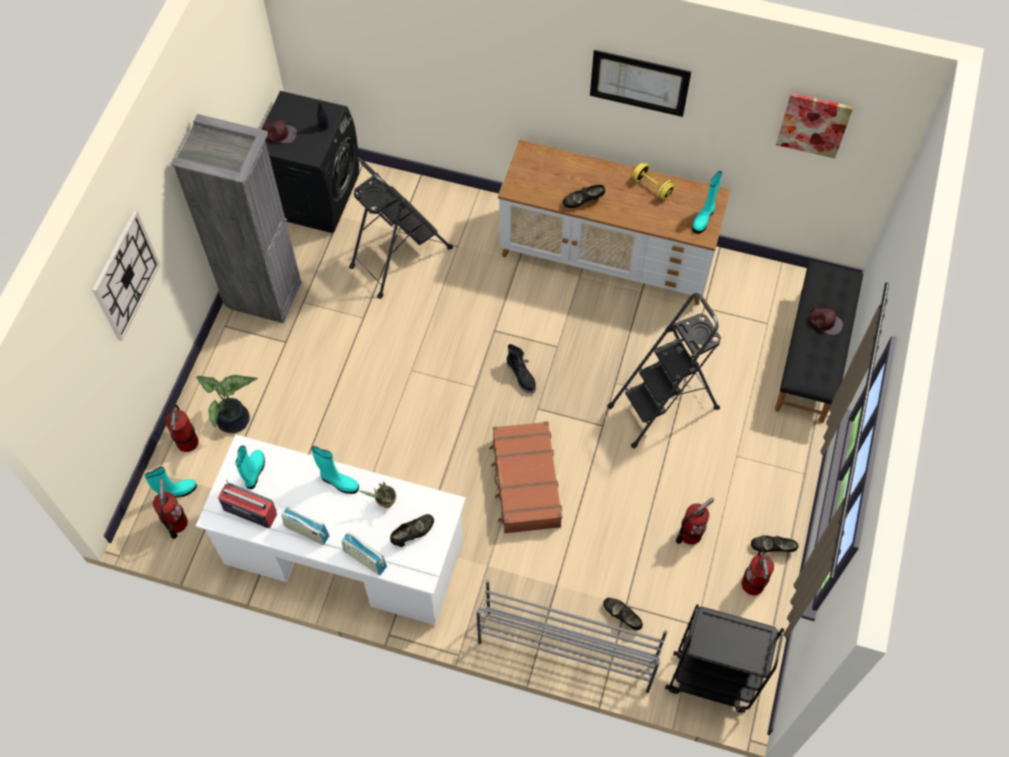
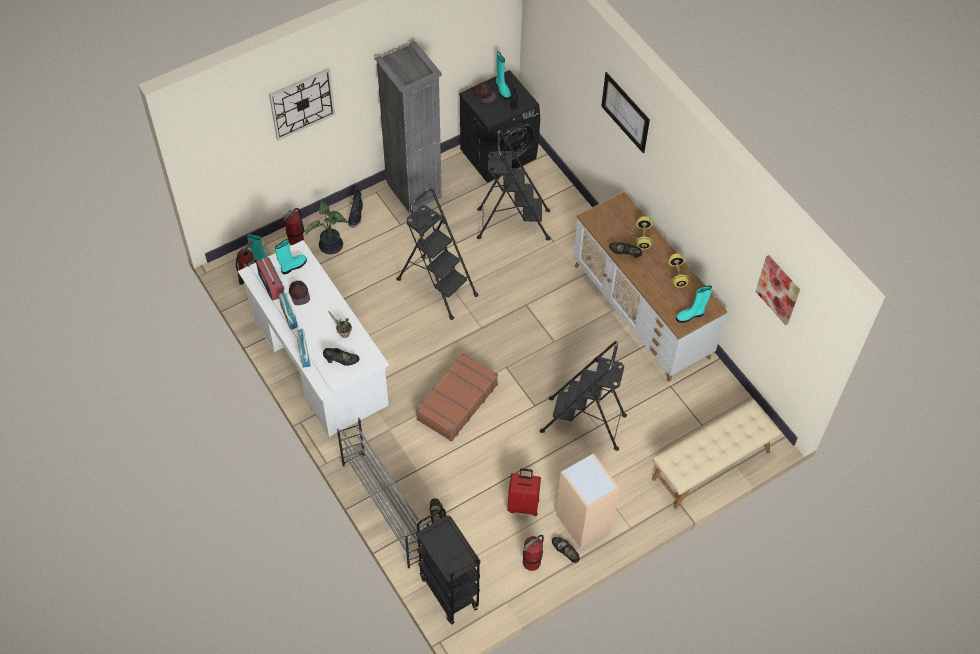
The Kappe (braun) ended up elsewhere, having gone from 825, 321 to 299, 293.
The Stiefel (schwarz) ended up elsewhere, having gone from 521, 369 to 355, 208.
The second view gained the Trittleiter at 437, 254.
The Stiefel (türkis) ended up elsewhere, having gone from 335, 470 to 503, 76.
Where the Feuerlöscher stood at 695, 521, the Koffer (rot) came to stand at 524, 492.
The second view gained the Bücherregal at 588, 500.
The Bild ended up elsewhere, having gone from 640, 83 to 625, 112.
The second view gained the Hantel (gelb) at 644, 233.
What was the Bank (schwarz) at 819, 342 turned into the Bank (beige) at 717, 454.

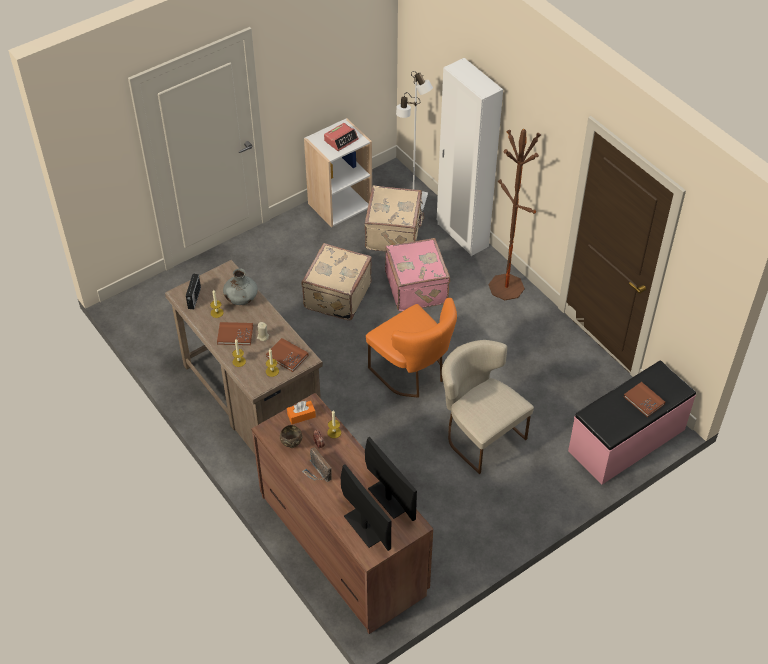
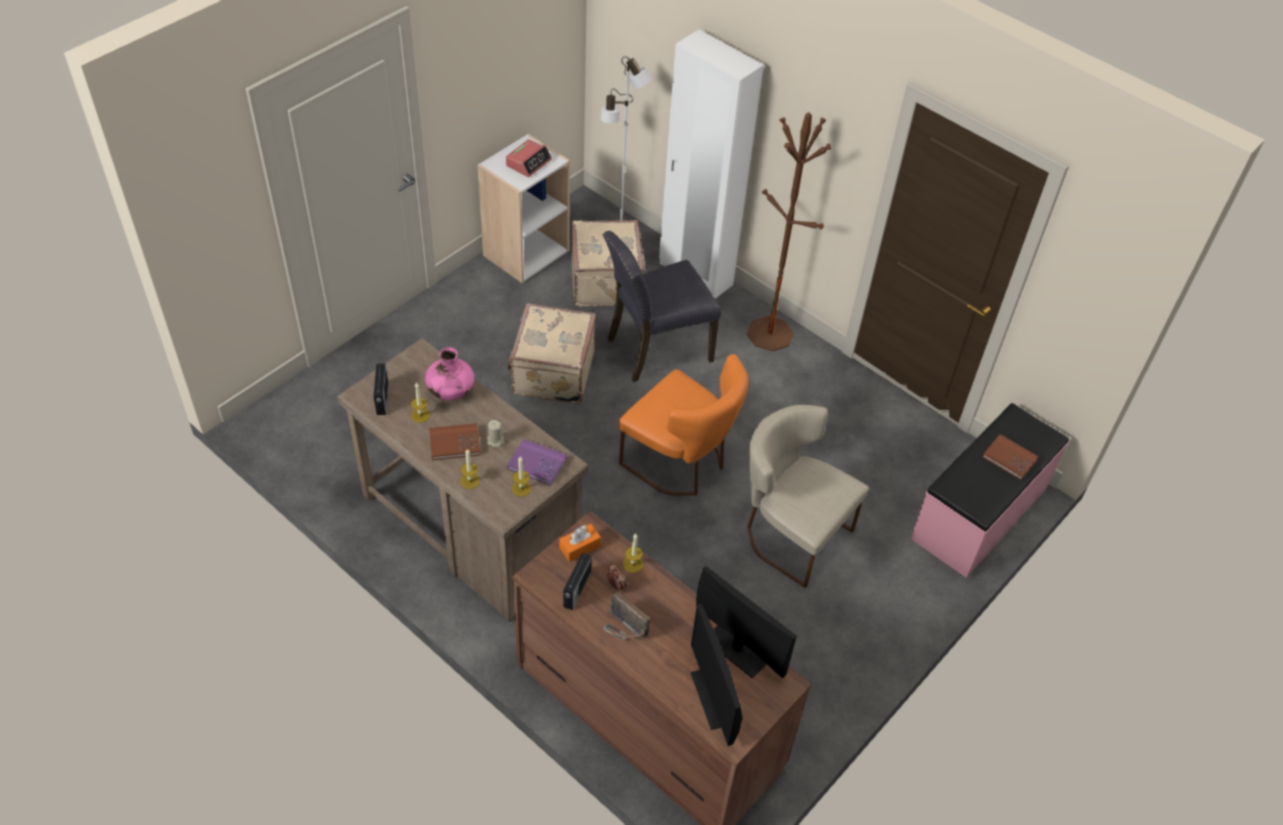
What was the Vase (grau) at 240, 286 turned into the Vase (rosa) at 450, 373.
What was the Buch (braun) at 287, 355 turned into the Buch (lila) at 537, 462.
Where the Schüssel (braun) stood at 291, 436, the Radio came to stand at 577, 581.
Where the Koffer (rosa) stood at 417, 275, the Stuhl (grau) came to stand at 662, 306.
The Monitor at 366, 507 ended up facing another way, 150 degrees counterclockwise from before.

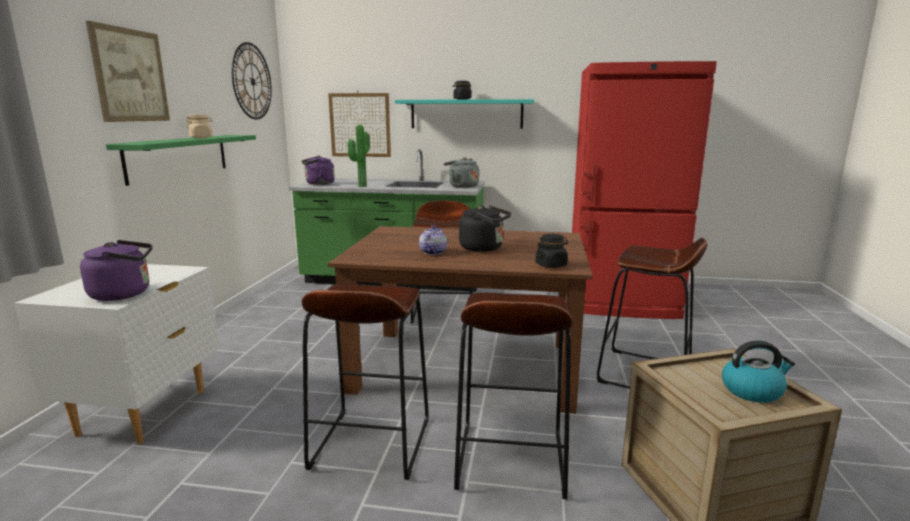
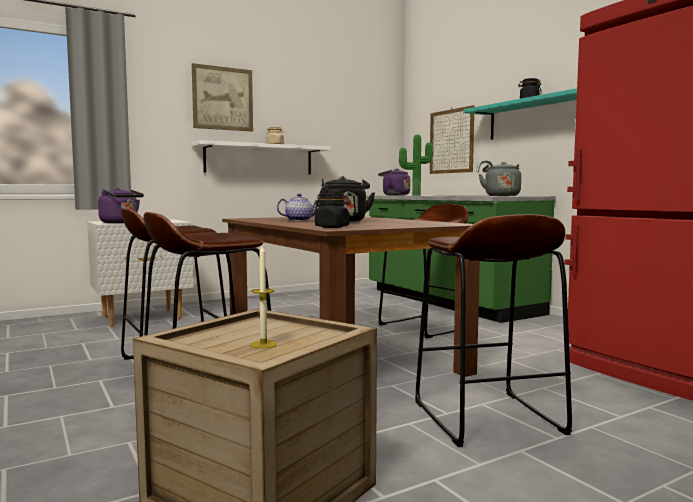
What was the Wandregal (grün) at 181, 160 turned into the Wandregal (weiß) at 261, 157.
Where the Wasserkessel stood at 758, 371, the Kerze came to stand at 263, 297.
The second view lost the Wanduhr at 252, 81.

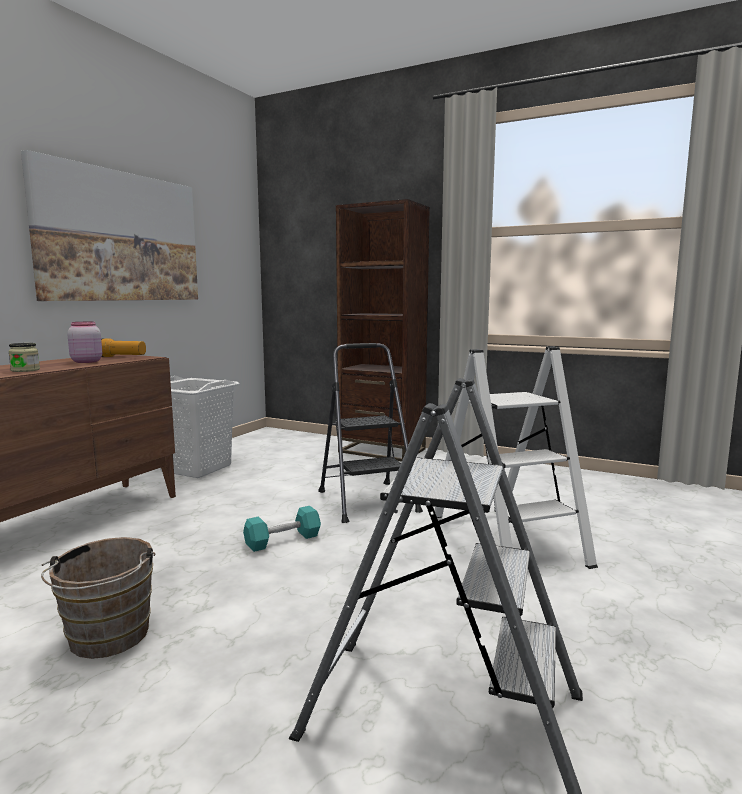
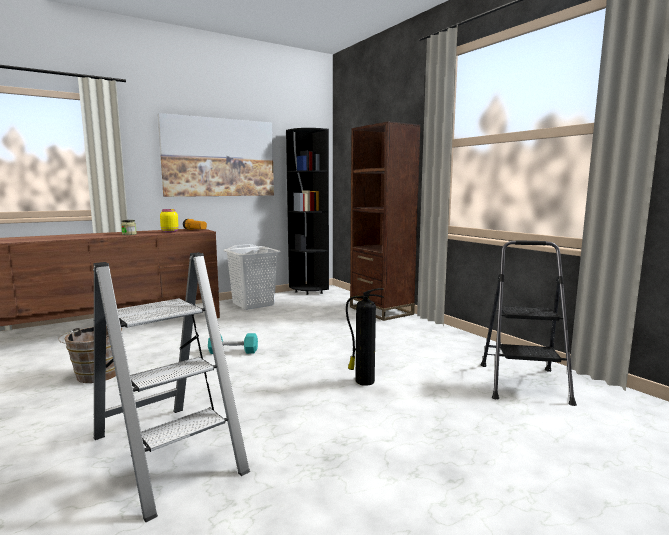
What was the Vorratsglas (rosa) at 84, 342 turned into the Vorratsglas (gelb) at 169, 221.
The second view gained the Bücherregal (schwarz) at 307, 211.
Where the Trittleiter (weiß) stood at 516, 458, the Feuerlöscher came to stand at 365, 337.
The Trittleiter (schwarz) ended up elsewhere, having gone from 370, 433 to 529, 323.

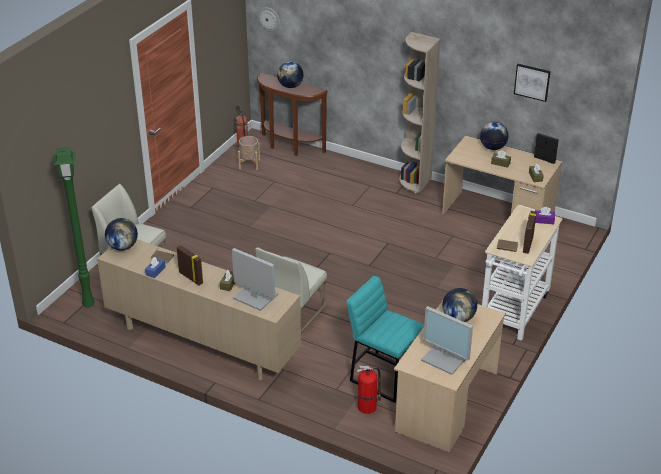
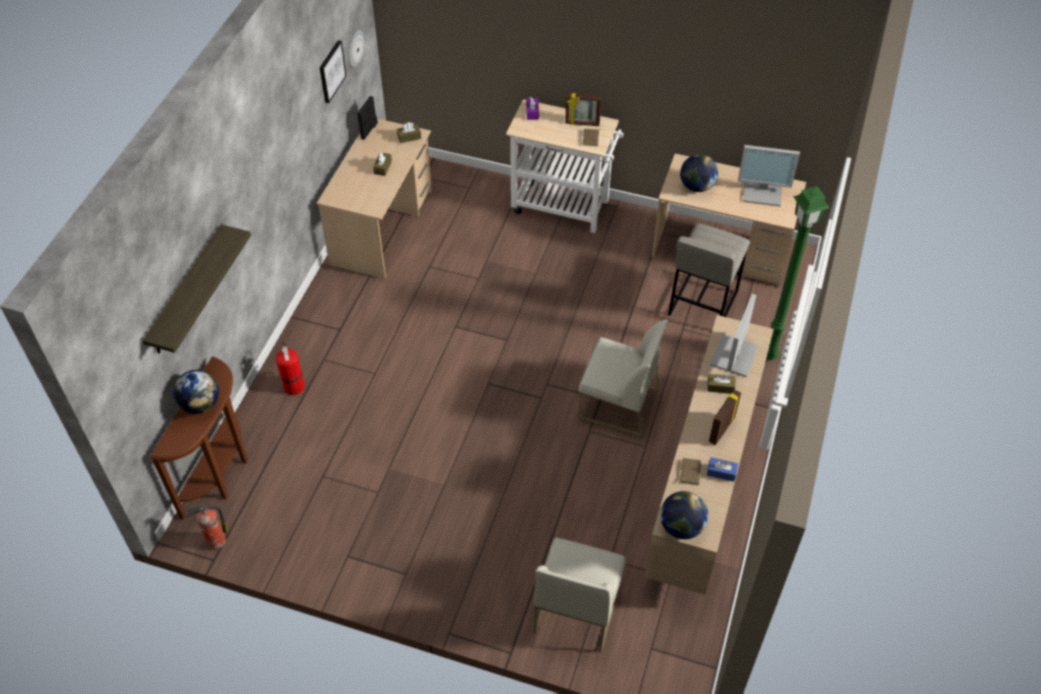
The second view gained the Wandregal at 196, 288.
The Feuerlöscher ended up elsewhere, having gone from 369, 389 to 290, 368.
The Wanduhr ended up elsewhere, having gone from 268, 19 to 356, 49.
What was the Stuhl (türkis) at 385, 339 turned into the Stuhl (grau) at 709, 270.
The Monitor at 447, 340 ended up facing another way, 75 degrees clockwise from before.
The Stehlampe (grün) ended up elsewhere, having gone from 74, 227 to 798, 273.
The second view lost the Pflanzkübel (beige) at 249, 153.
The second view lost the Bücherregal (beige) at 419, 112.
The second view lost the Globus at 494, 136.

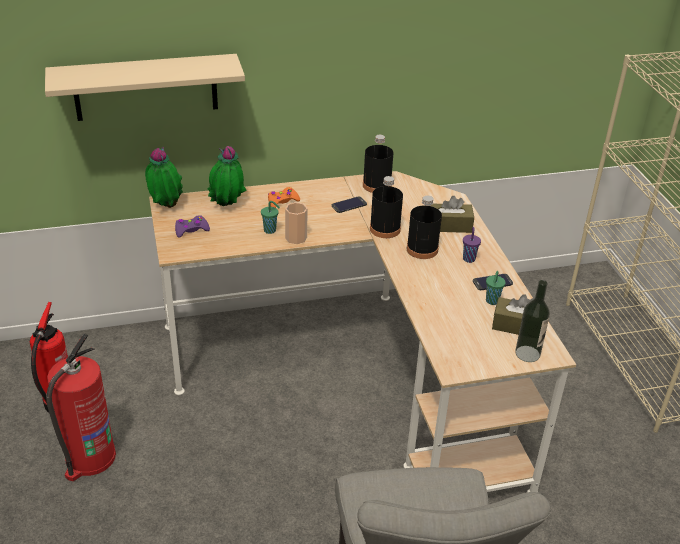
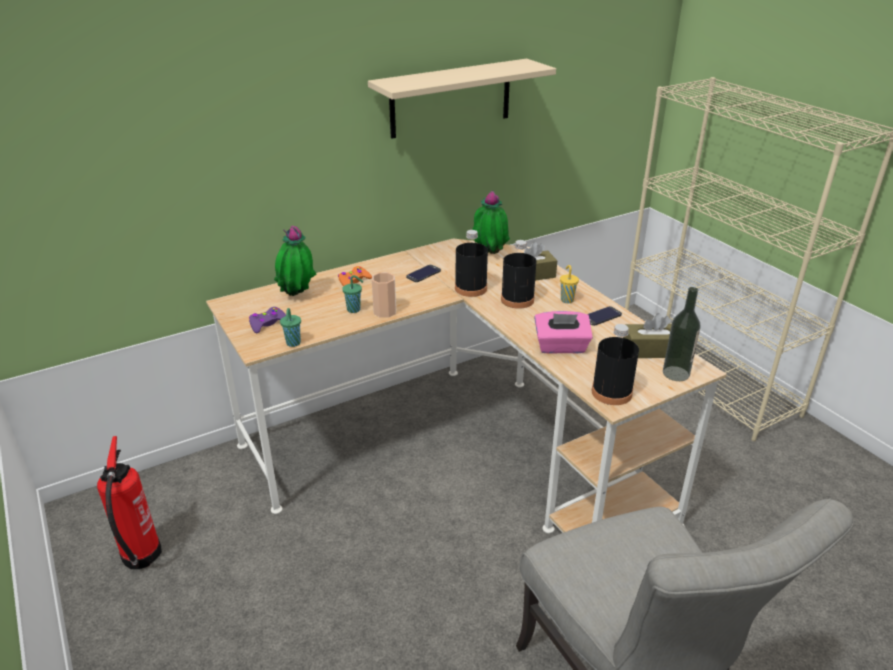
The Tasse (grün) ended up elsewhere, having gone from 496, 288 to 290, 327.
The Wandregal (beige) ended up elsewhere, having gone from 145, 87 to 462, 99.
The Topfpflanze ended up elsewhere, having gone from 164, 177 to 491, 222.
The second view gained the Taschentuchbox (rosa) at 563, 332.
What was the Tasse (lila) at 472, 245 turned into the Tasse (gelb) at 569, 284.
The Flasche (schwarz) ended up elsewhere, having gone from 378, 164 to 615, 364.
The second view lost the Feuerlöscher at 81, 407.

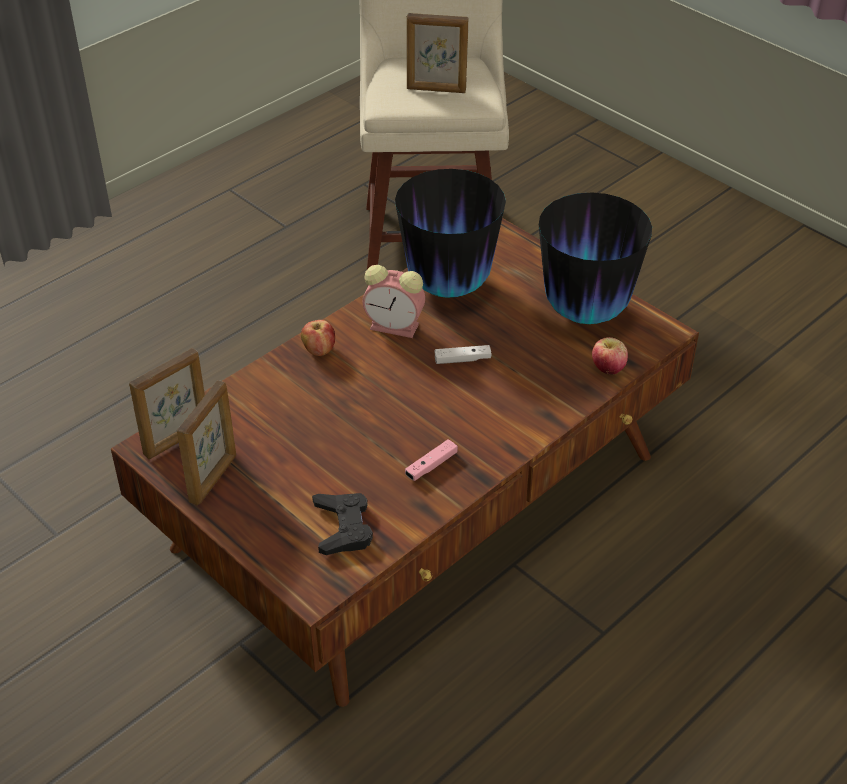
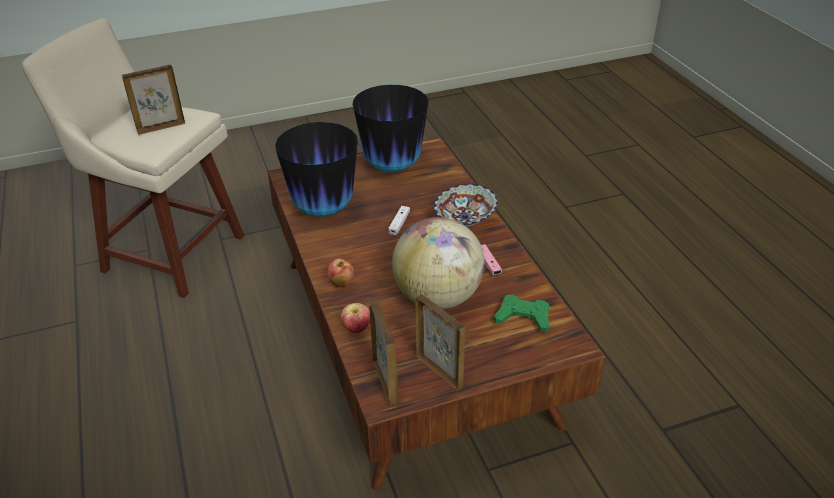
The Bilderrahmen at 437, 53 ended up facing another way, 150 degrees counterclockwise from before.
The Apfel ended up elsewhere, having gone from 610, 356 to 355, 318.
The second view gained the Globus at 438, 263.
The second view gained the Schüssel at 465, 205.
What was the Gamepad (schwarz) at 342, 524 turned into the Gamepad (grün) at 522, 314.
The second view lost the Wecker at 394, 301.

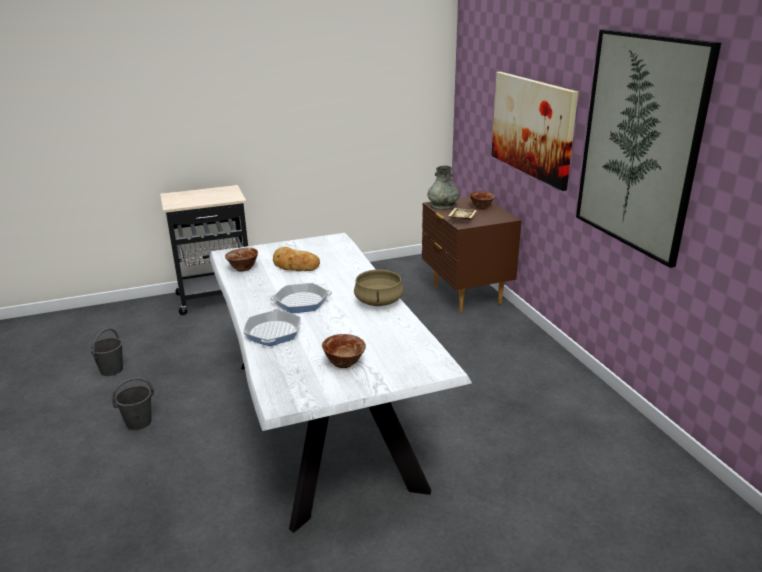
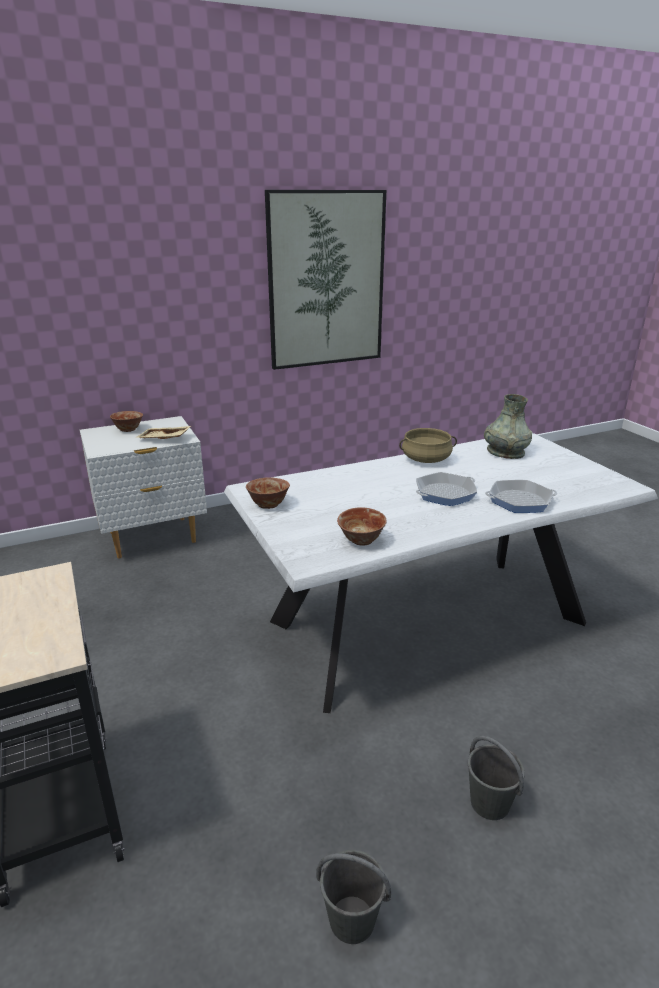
What was the Nachttisch (braun) at 472, 254 turned into the Nachttisch (weiß) at 143, 487.
The Schüssel ended up elsewhere, having gone from 344, 351 to 268, 493.
The Pfanne at 301, 298 ended up facing another way, 75 degrees clockwise from before.
The Vase (grau) ended up elsewhere, having gone from 443, 188 to 508, 426.
The second view lost the Brot at 296, 259.
The second view lost the Bild at 534, 131.

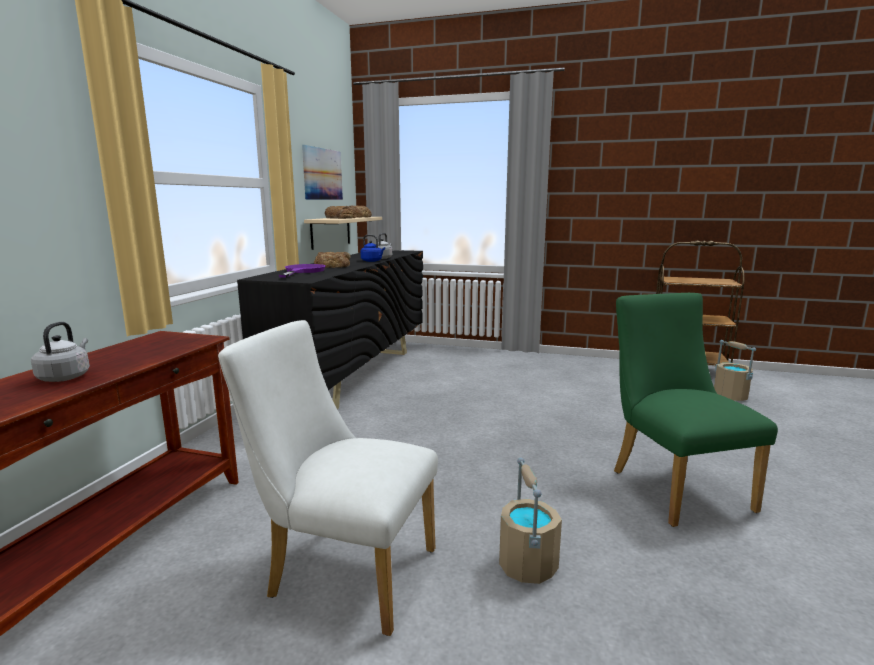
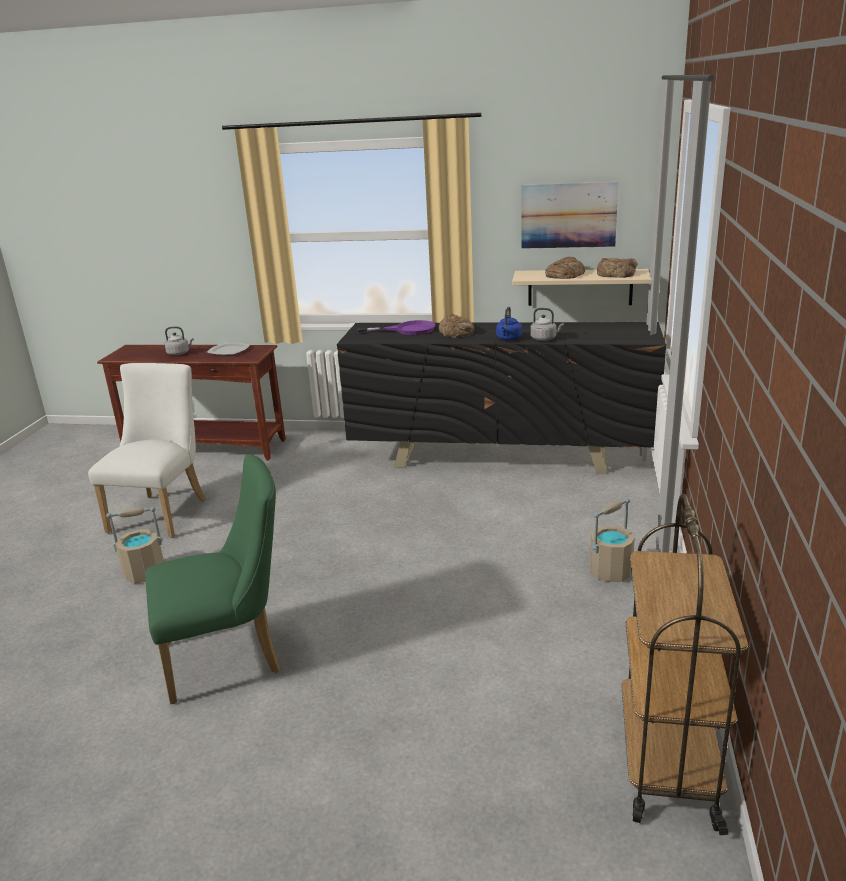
The second view gained the Teller at 228, 349.
The Eimer (beige) ended up elsewhere, having gone from 735, 370 to 612, 540.

